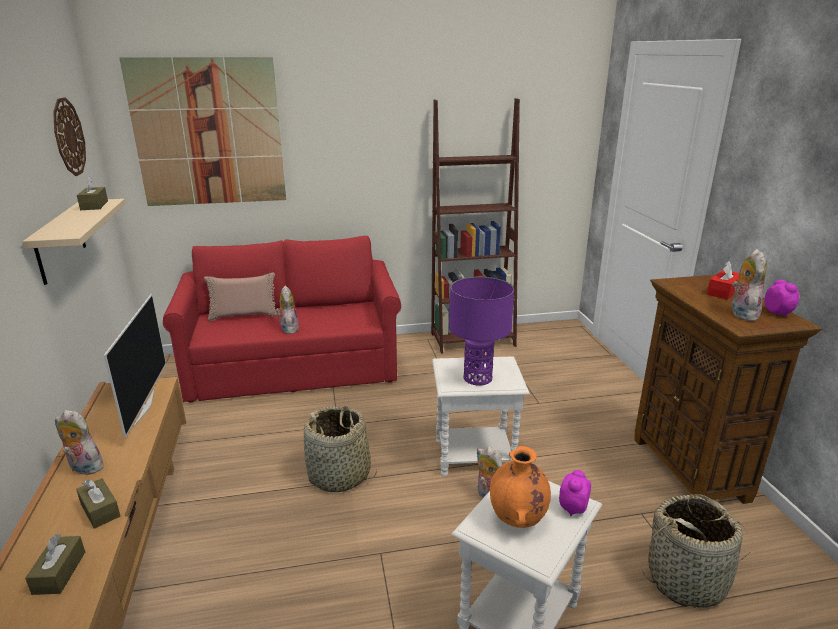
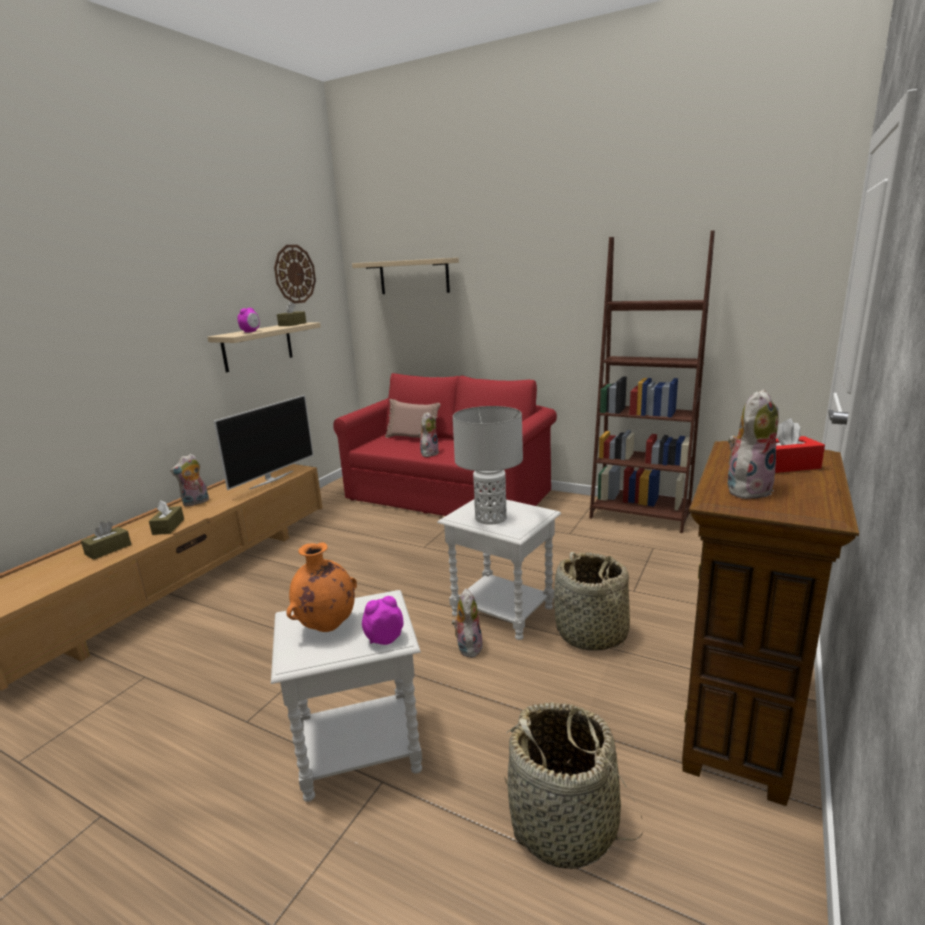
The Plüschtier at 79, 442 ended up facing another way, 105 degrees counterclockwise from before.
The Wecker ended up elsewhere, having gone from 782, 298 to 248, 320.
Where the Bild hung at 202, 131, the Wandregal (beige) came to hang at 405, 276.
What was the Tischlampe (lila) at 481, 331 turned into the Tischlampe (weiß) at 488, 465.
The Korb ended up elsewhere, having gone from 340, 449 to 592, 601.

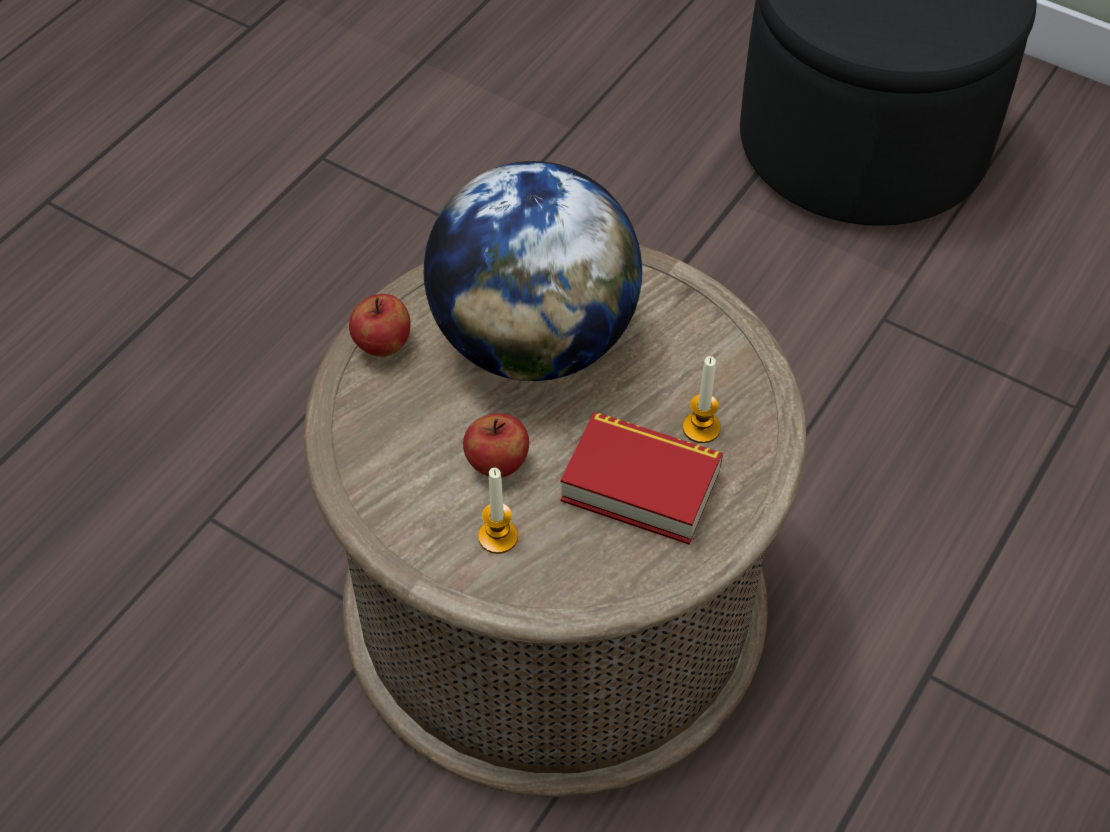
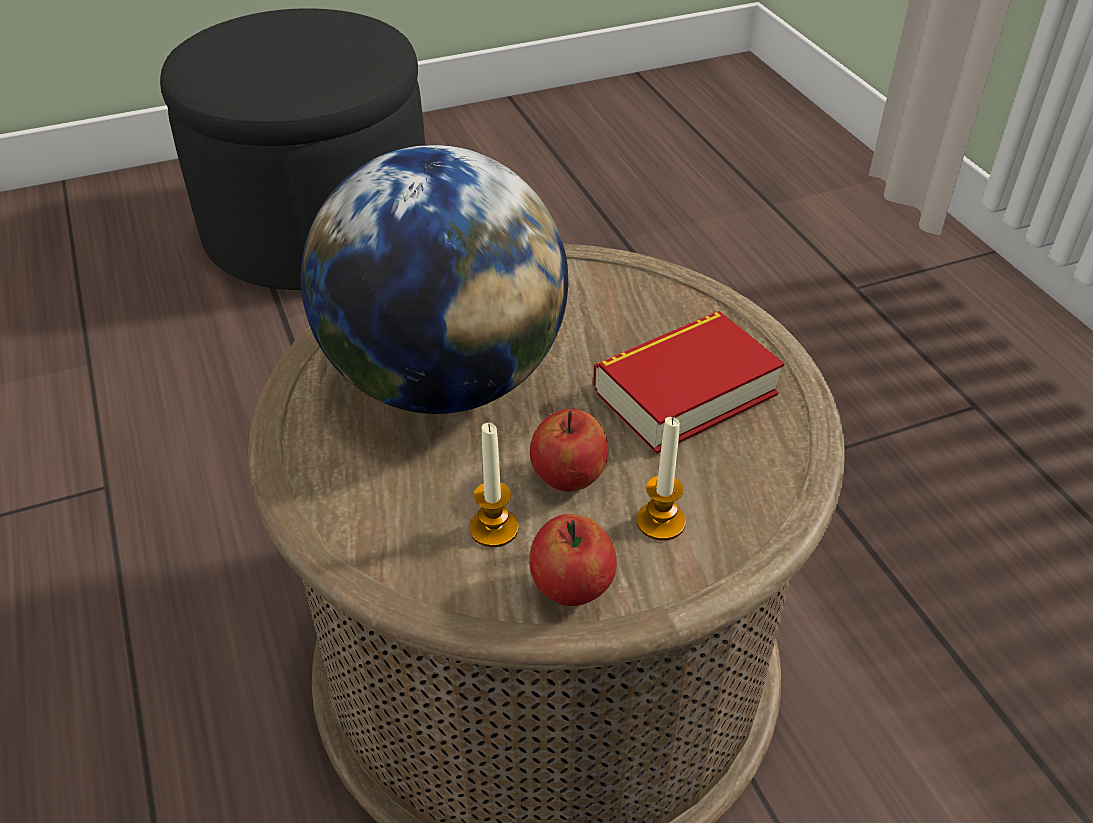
The Kerze ended up elsewhere, having gone from 701, 399 to 494, 485.
The Apfel ended up elsewhere, having gone from 380, 325 to 573, 560.

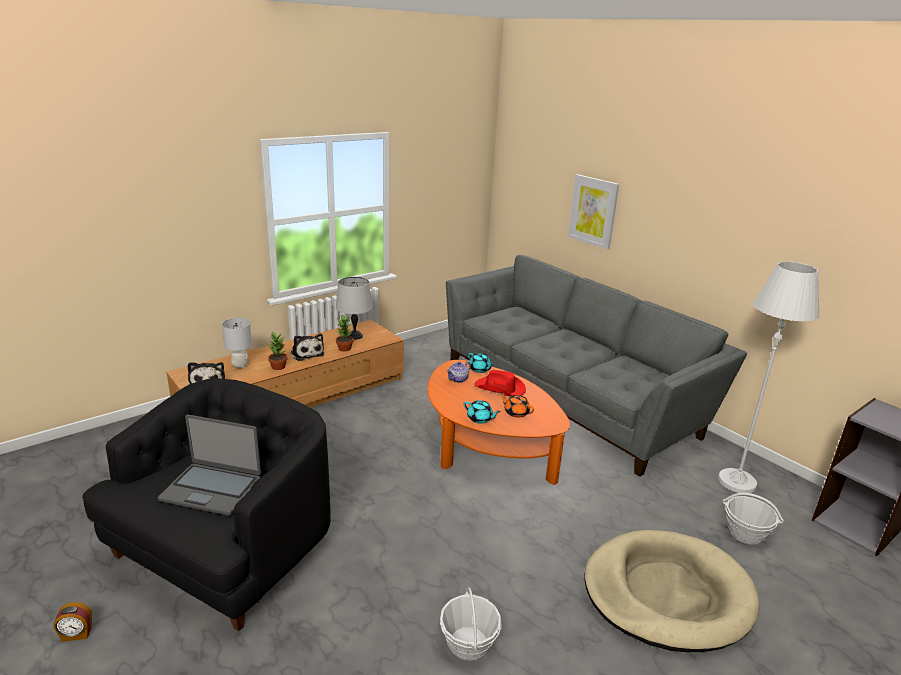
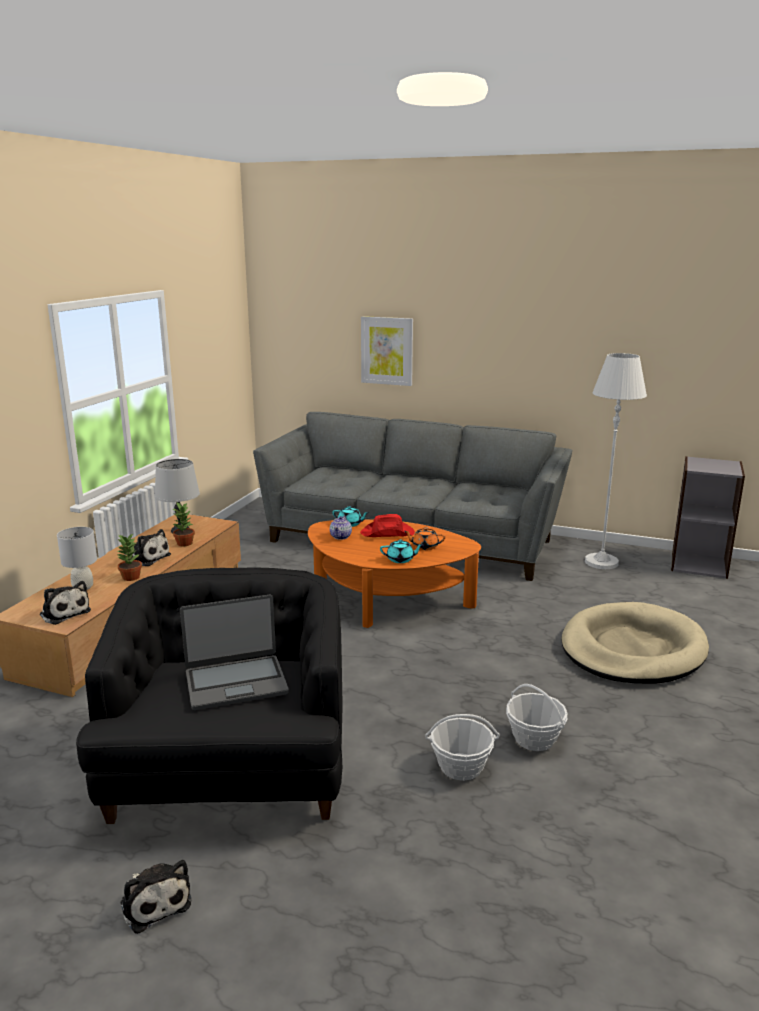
Where the Wecker stood at 73, 622, the Plüschtier came to stand at 156, 897.
The Korb ended up elsewhere, having gone from 753, 519 to 462, 747.

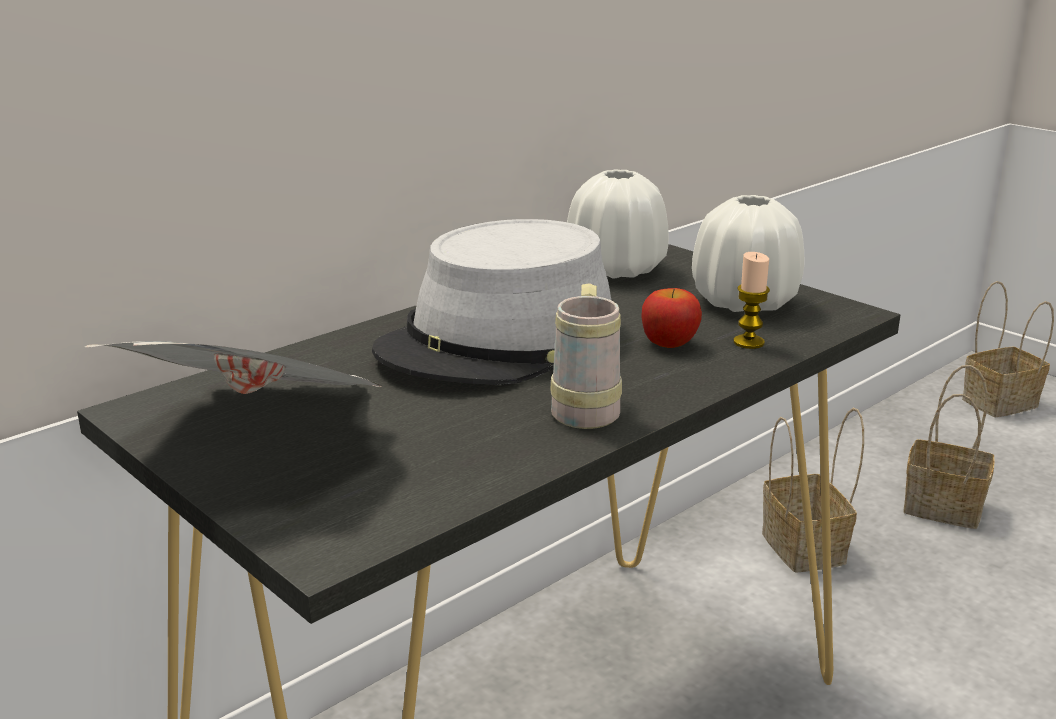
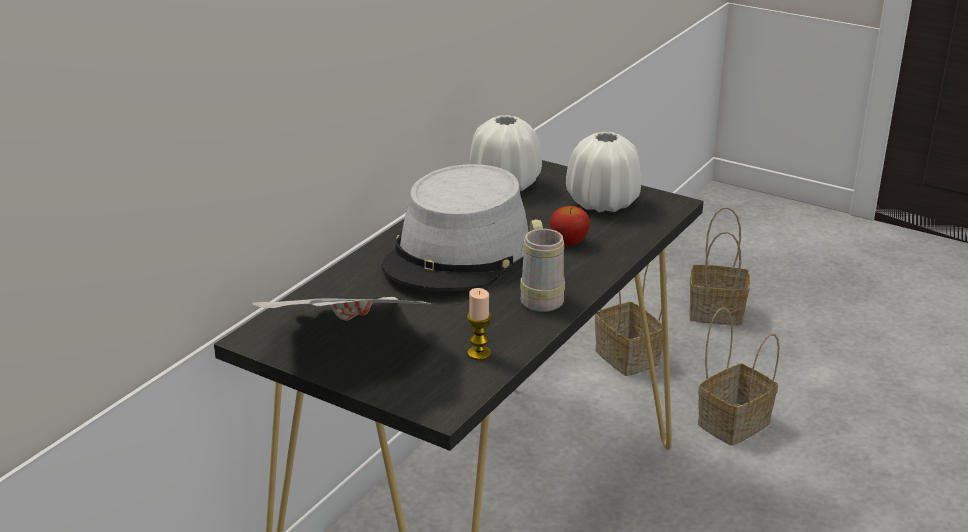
The Kerze ended up elsewhere, having gone from 751, 300 to 479, 324.
The Korb ended up elsewhere, having gone from 1008, 349 to 739, 376.

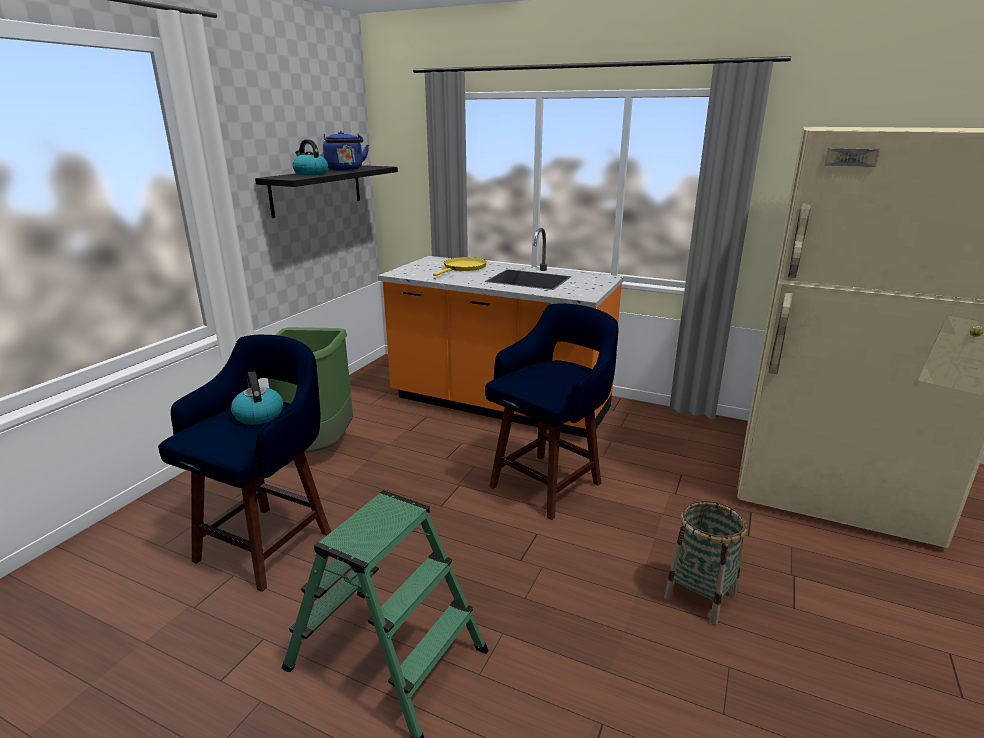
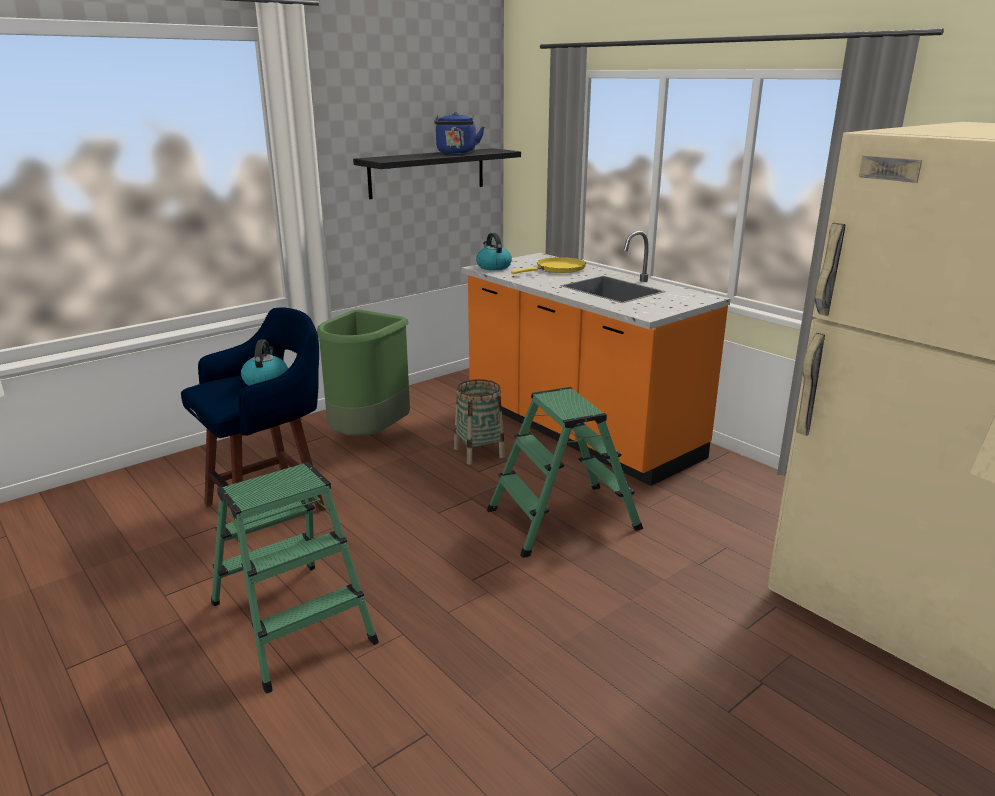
The Korb ended up elsewhere, having gone from 705, 562 to 479, 422.
The Wasserkessel ended up elsewhere, having gone from 310, 157 to 494, 251.
Where the Hocker (blau) stood at 551, 411, the Trittleiter (grün) came to stand at 565, 472.

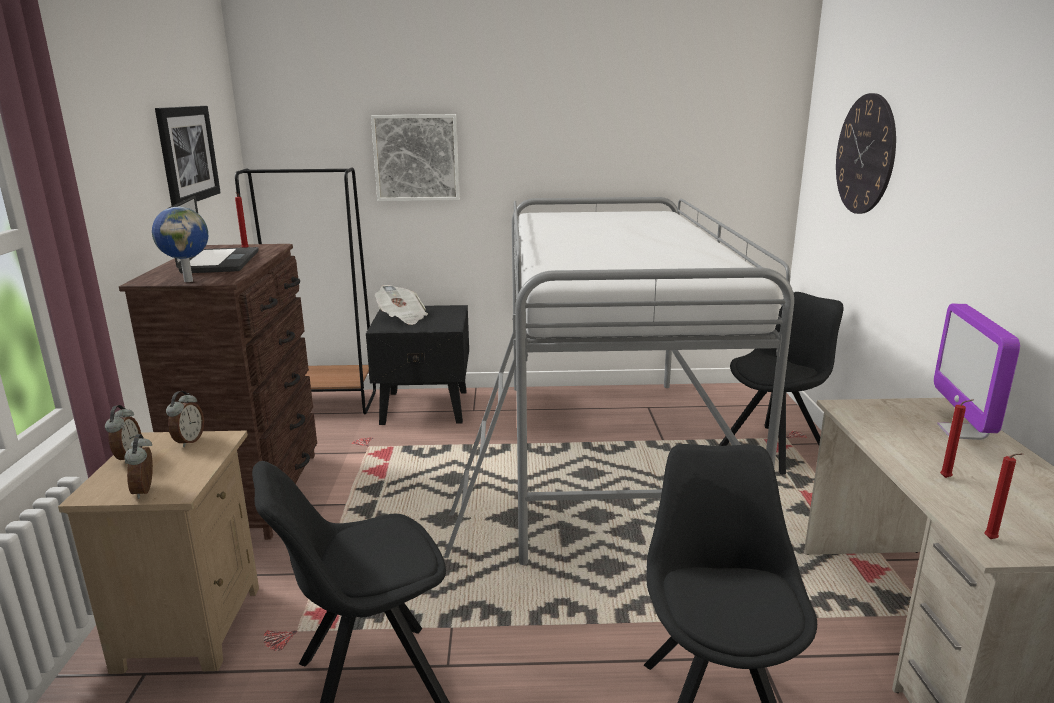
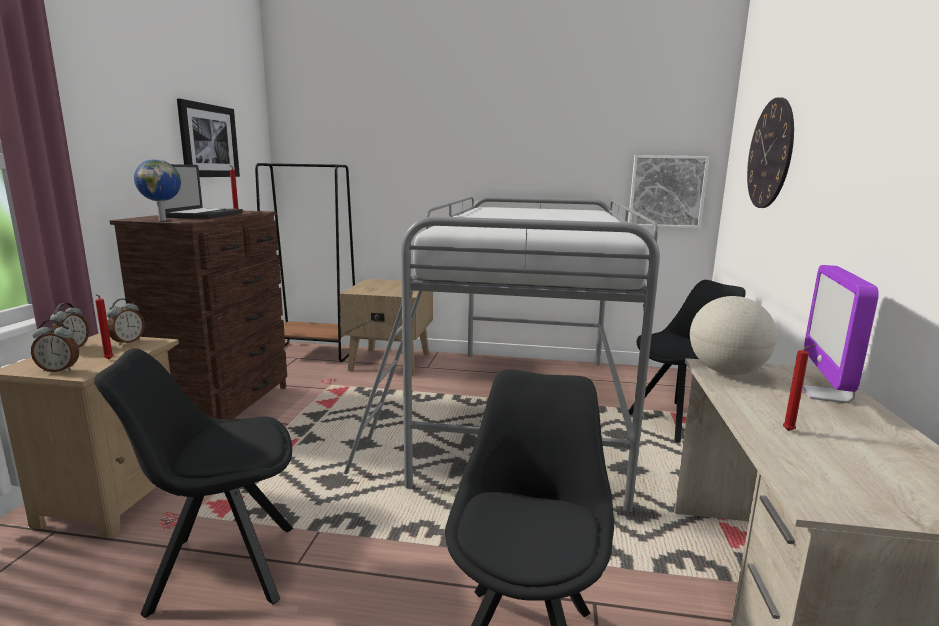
The Wecker at 139, 466 ended up facing another way, 90 degrees counterclockwise from before.
The Kerze (rot) ended up elsewhere, having gone from 1003, 496 to 104, 326.
What was the Nachttisch (schwarz) at 417, 365 turned into the Nachttisch (beige) at 386, 327.
The Bild ended up elsewhere, having gone from 415, 157 to 668, 192.
The second view gained the Globus at 733, 335.
The second view lost the Zeitung at 401, 305.

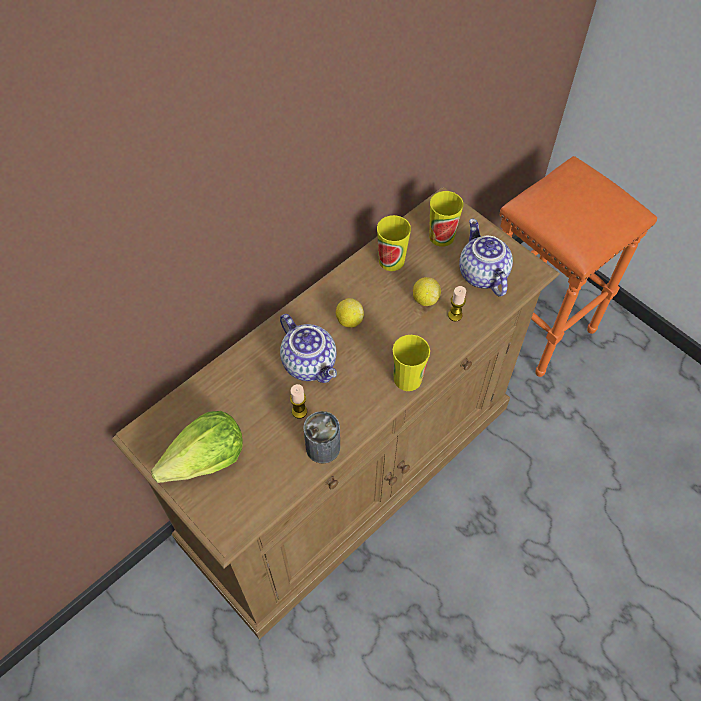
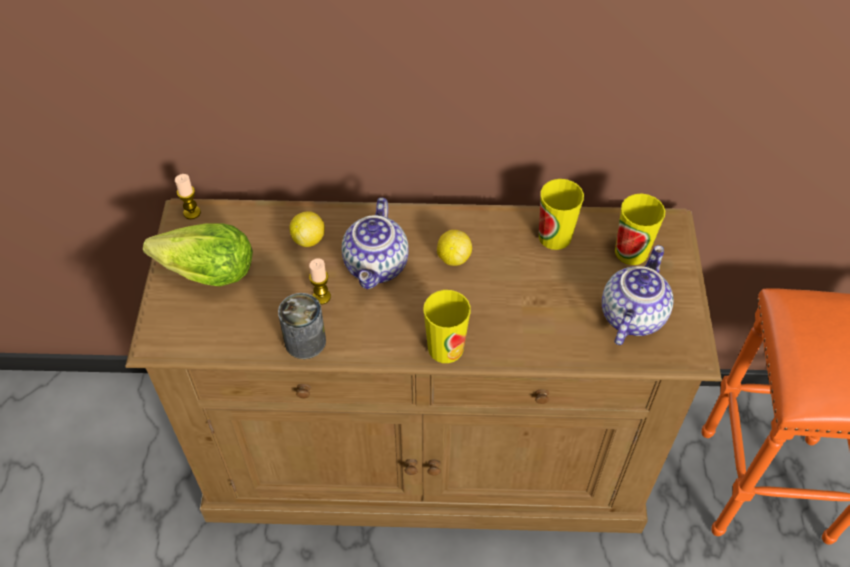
The Kerze ended up elsewhere, having gone from 457, 303 to 188, 196.
The Zitrone ended up elsewhere, having gone from 427, 291 to 307, 229.

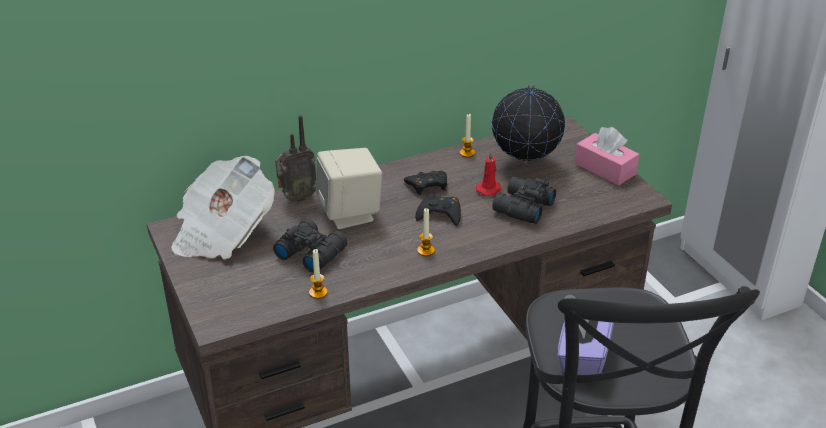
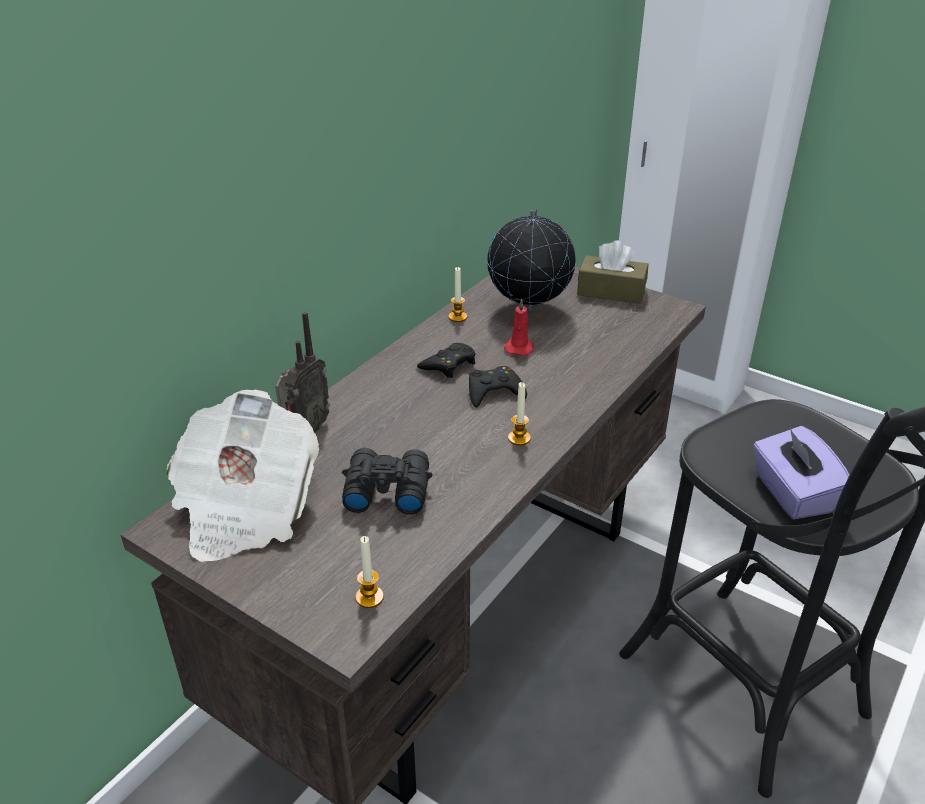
The Kerze ended up elsewhere, having gone from 318, 274 to 369, 572.
What was the Taschentuchbox (rosa) at 607, 156 turned into the Taschentuchbox (braun) at 612, 272.
The second view lost the Lautsprecher (beige) at 349, 188.
The second view lost the Fernglas (schwarz) at 524, 200.

